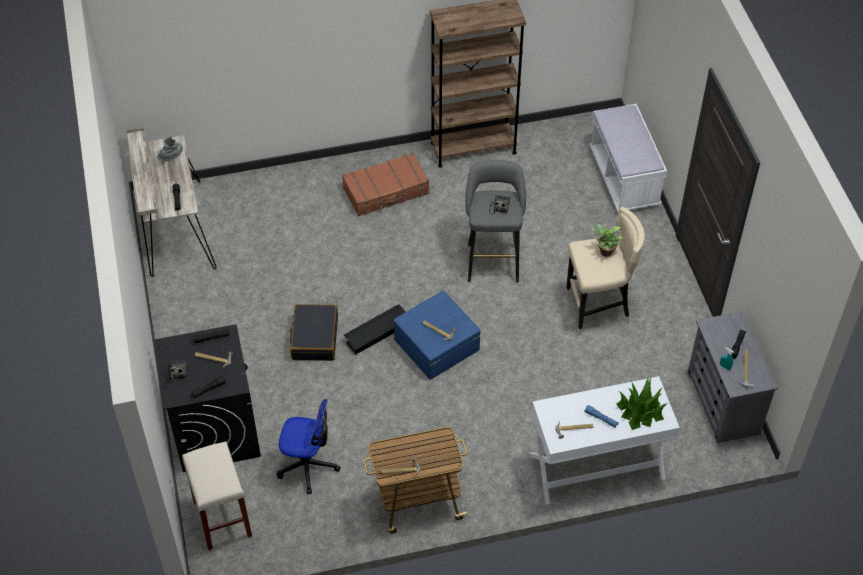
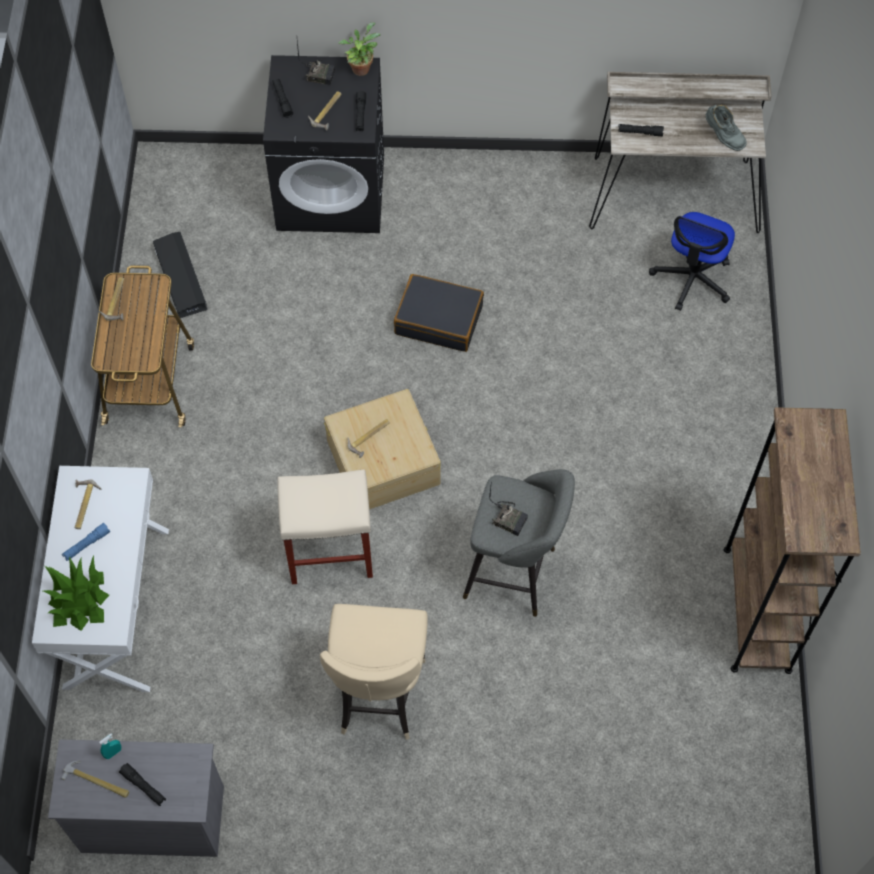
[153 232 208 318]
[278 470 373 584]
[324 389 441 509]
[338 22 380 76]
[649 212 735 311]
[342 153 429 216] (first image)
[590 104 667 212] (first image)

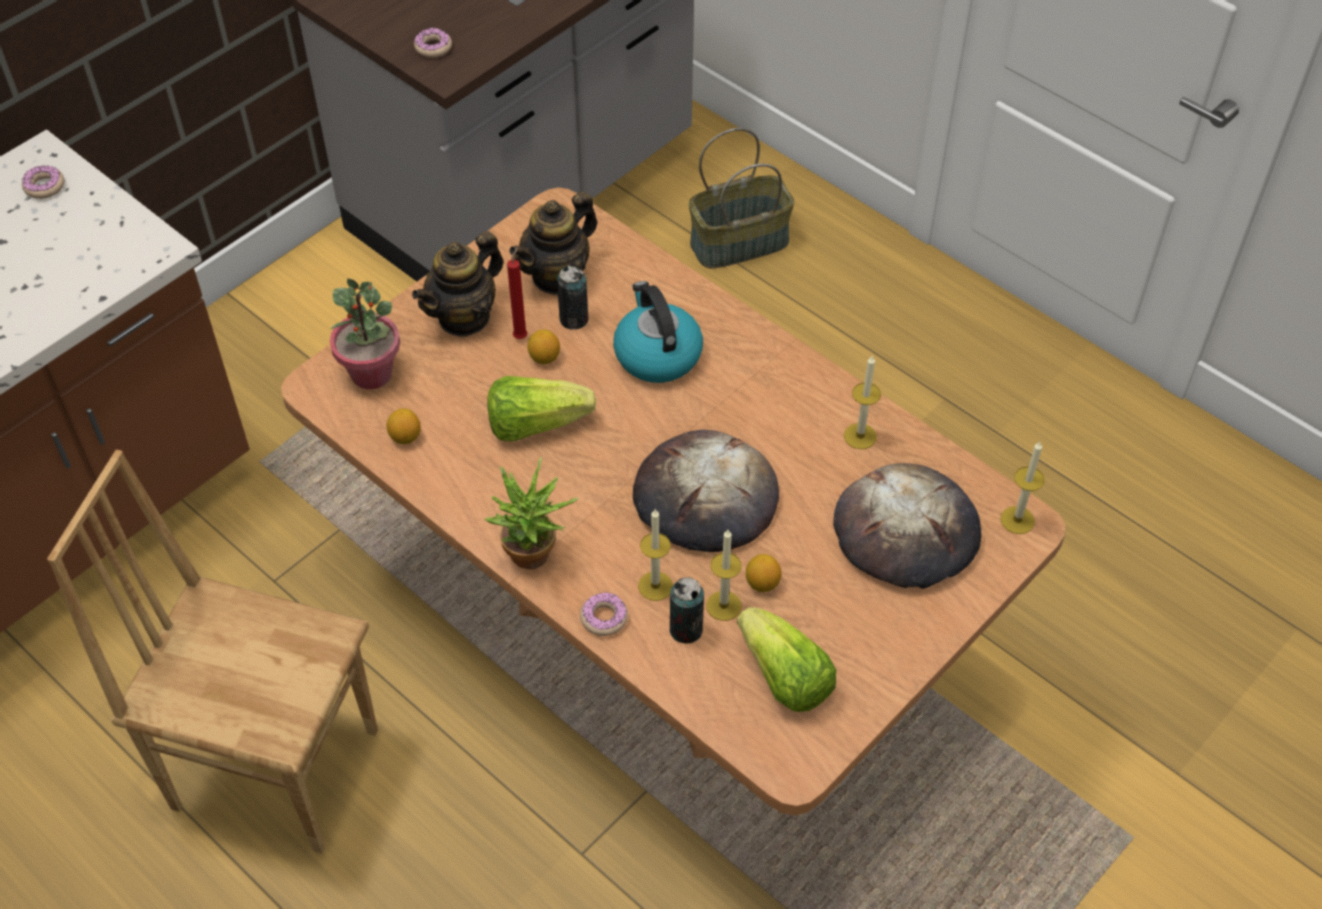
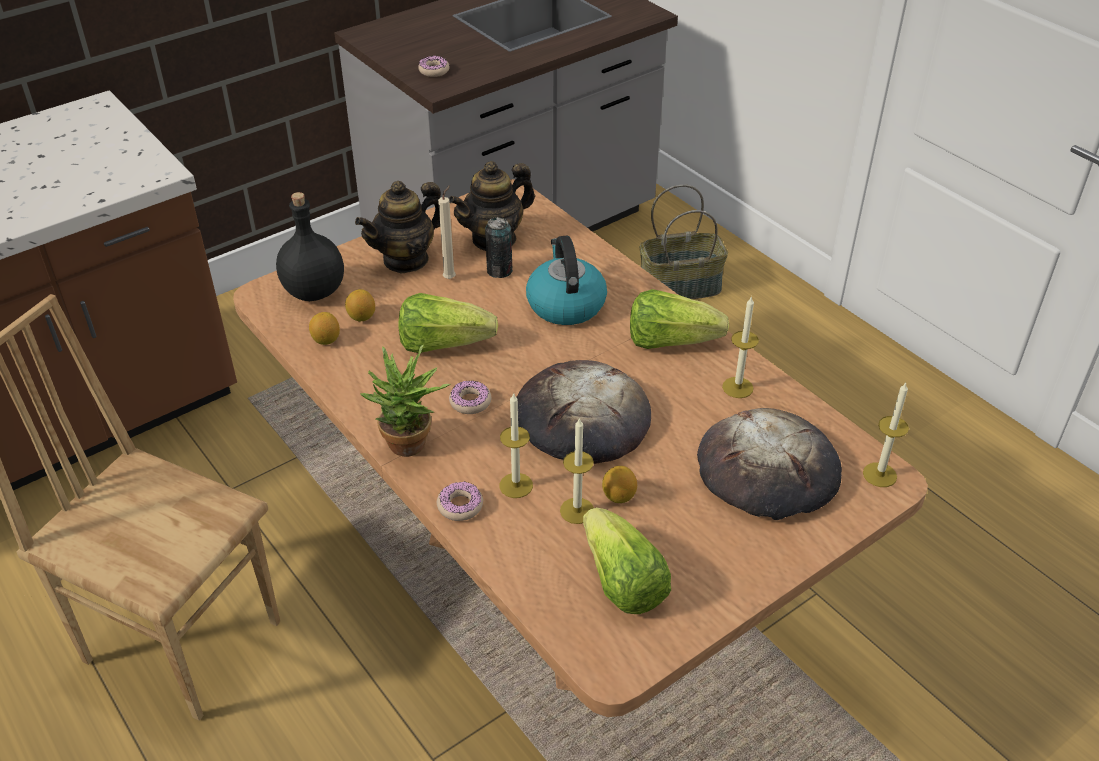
[276 192 344 301]
[345 289 375 322]
[438 185 456 279]
[449 381 491 414]
[630 289 729 349]
[669 577 704 643] (first image)

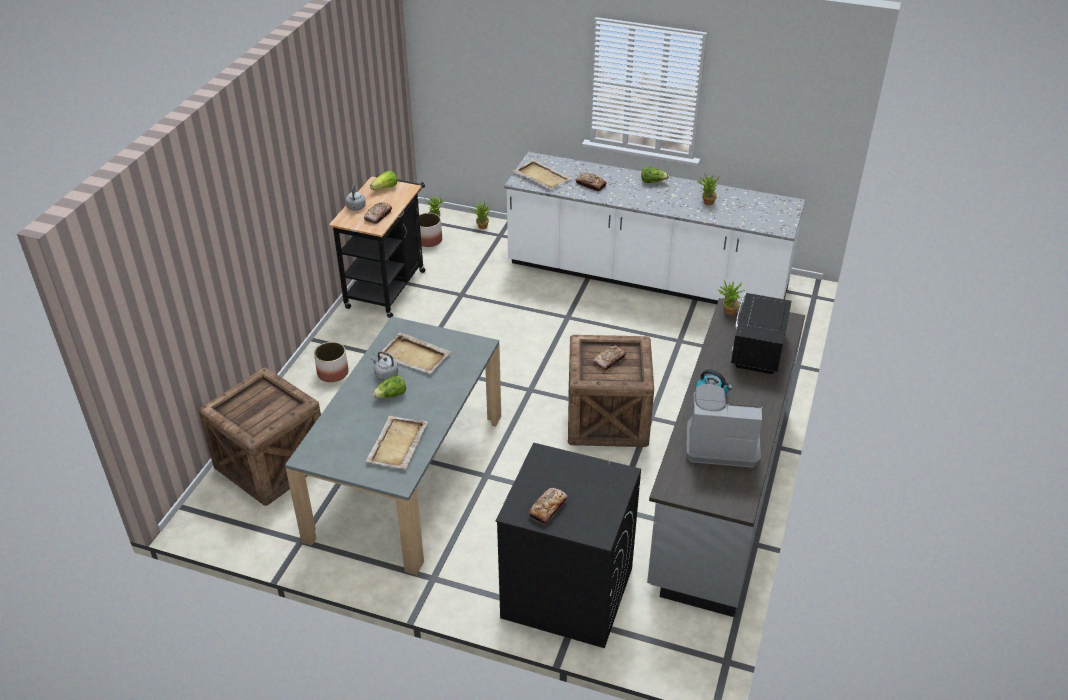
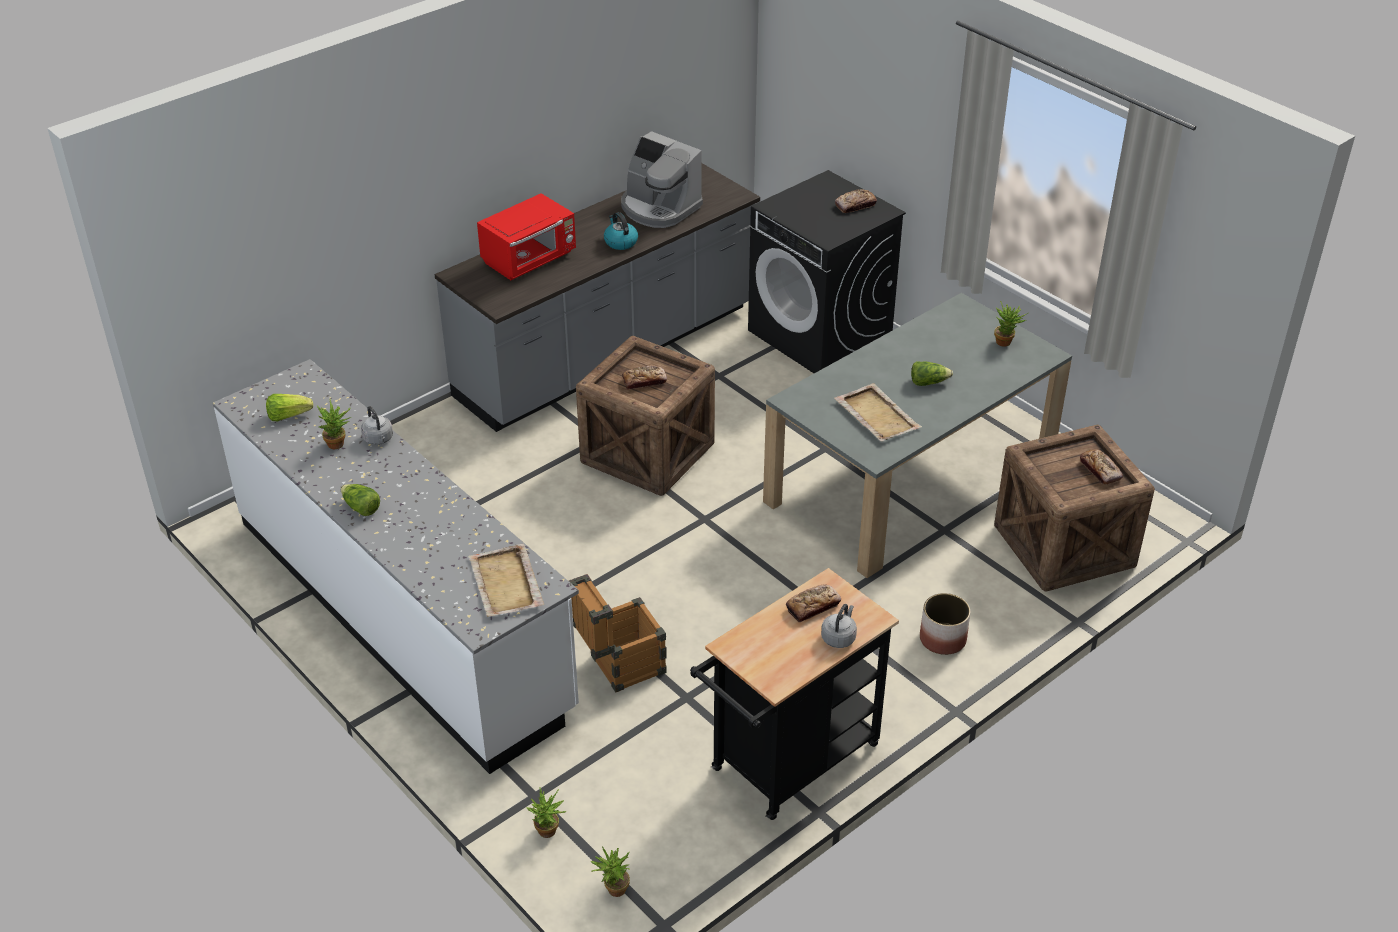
[266 394 313 421]
[361 406 393 445]
[477 193 576 280]
[569 574 667 693]
[994 301 1028 347]
[1080 449 1123 485]
[365 416 428 469] (first image)
[419 213 442 247] (first image)

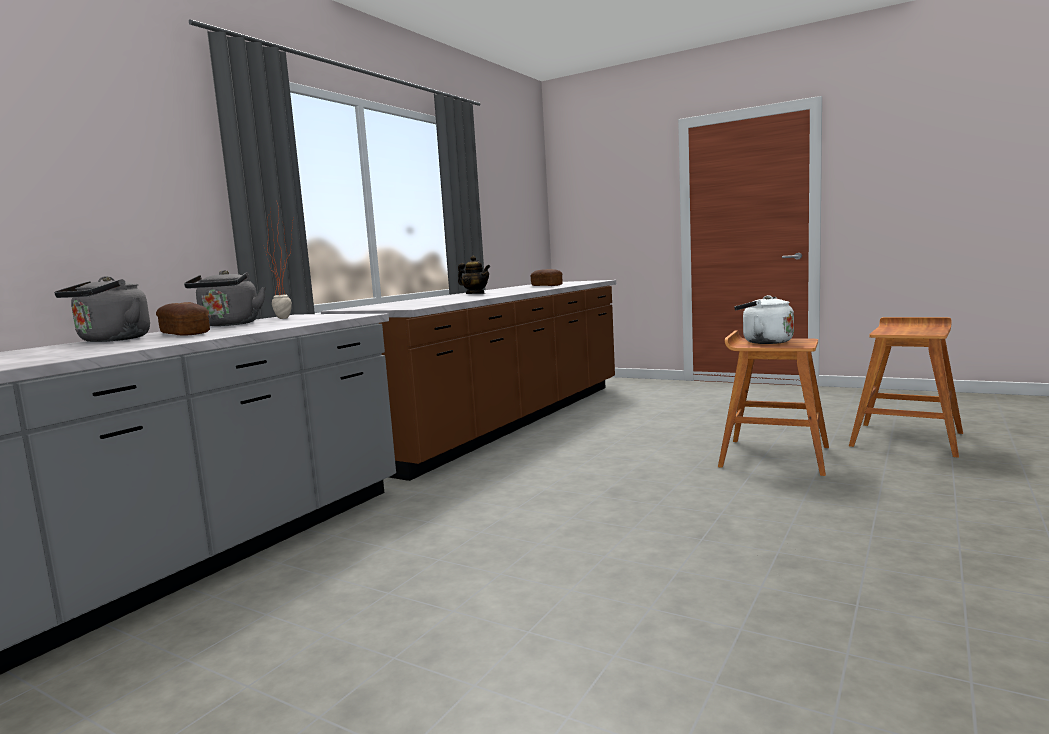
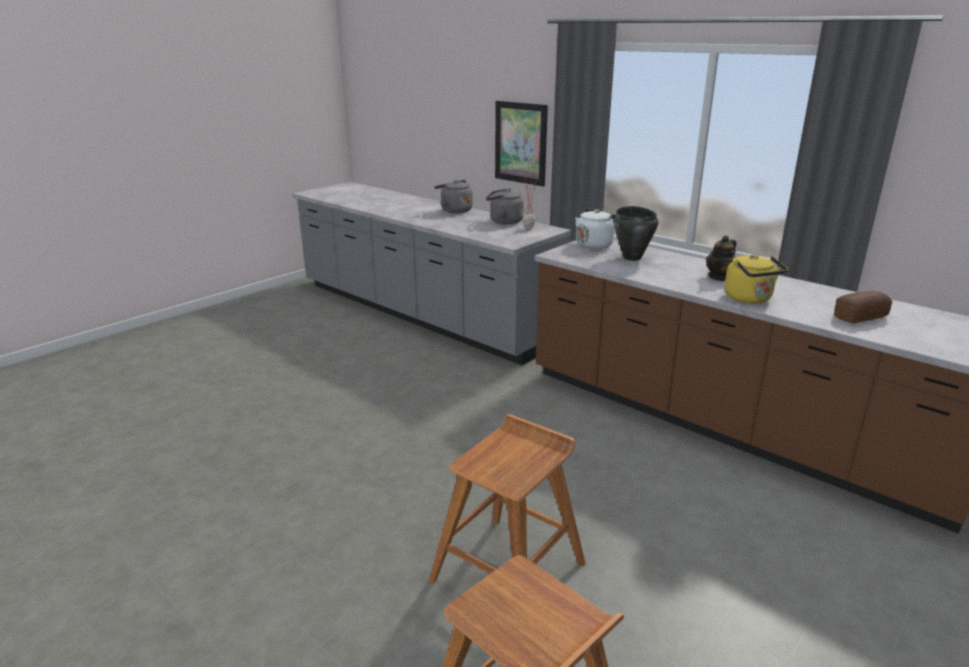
[495 101 548 187]
[575 209 615 249]
[613 206 659 261]
[724 254 788 304]
[156 302 210 336] (first image)

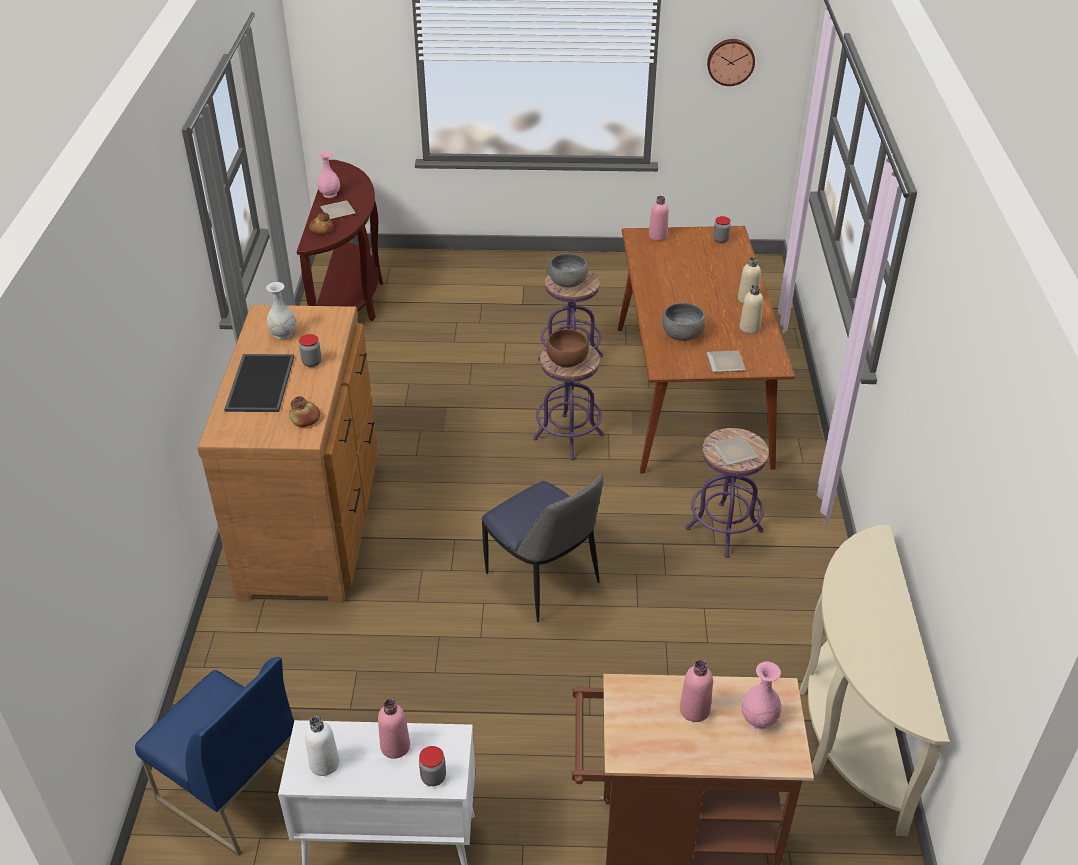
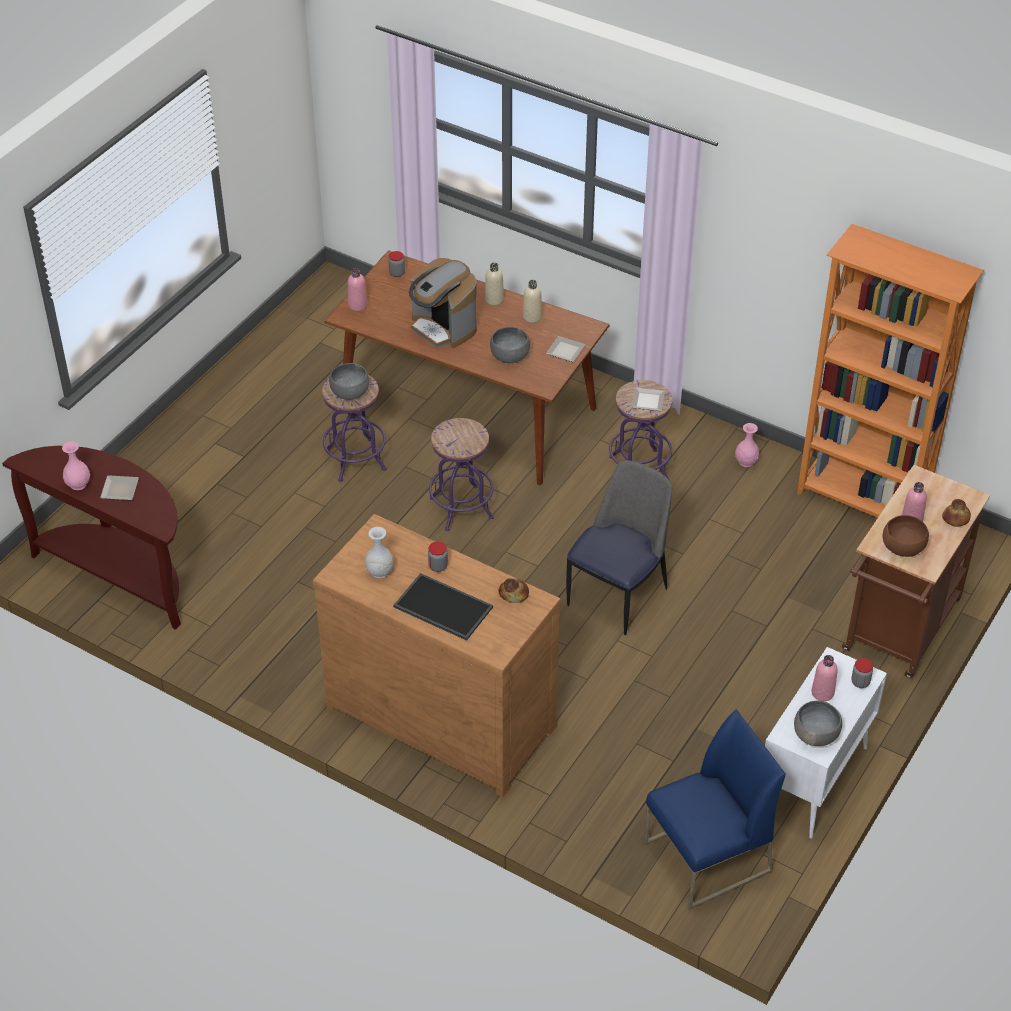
[409 258 477 349]
[566 461 672 635]
[735 423 759 467]
[794 701 842 746]
[797 224 984 518]
[883 515 929 557]
[942 499 971 527]
[707 39 755 86] (first image)

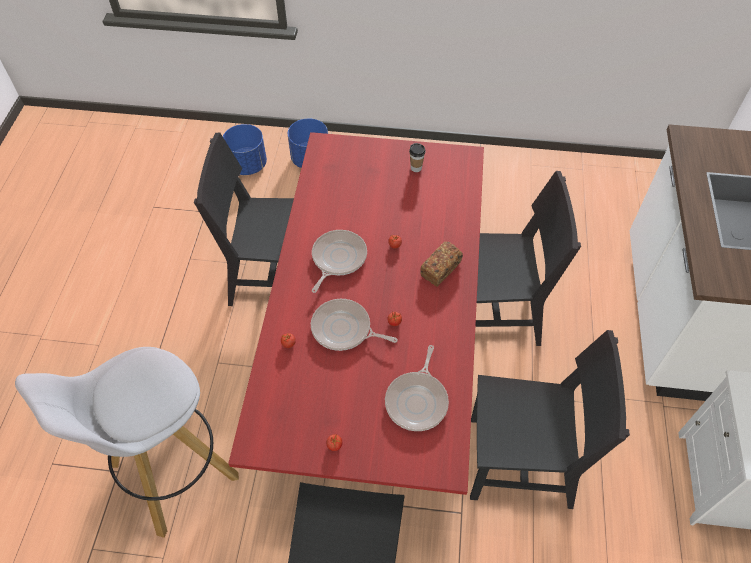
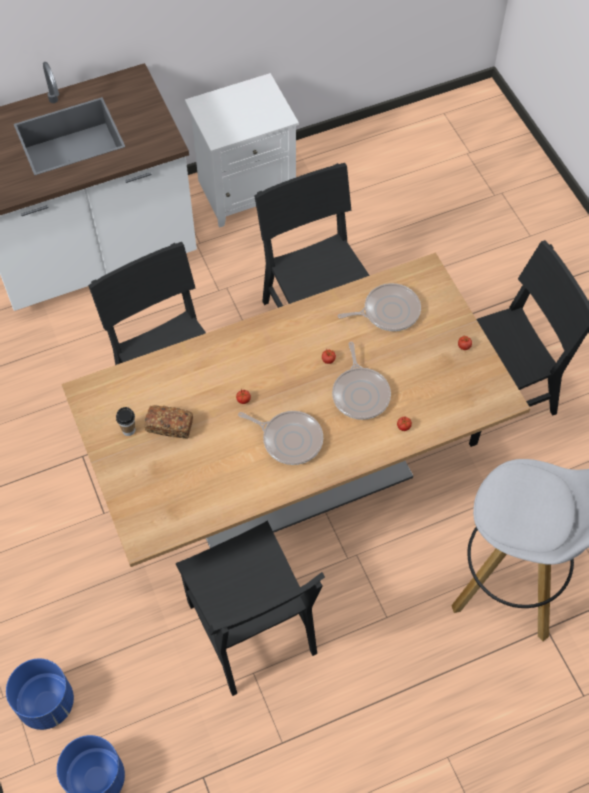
[61 252 530 567]
[145 405 193 439]
[238 411 323 465]

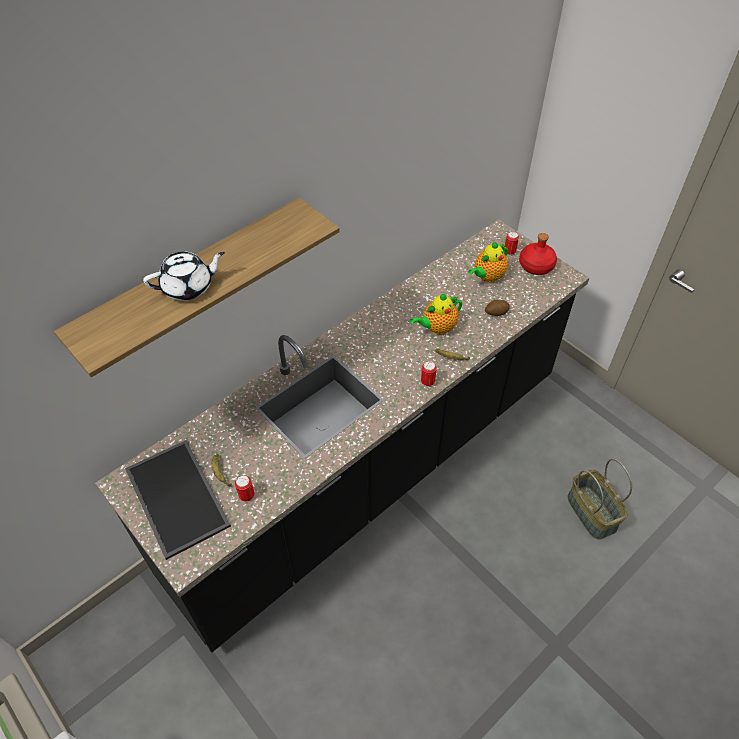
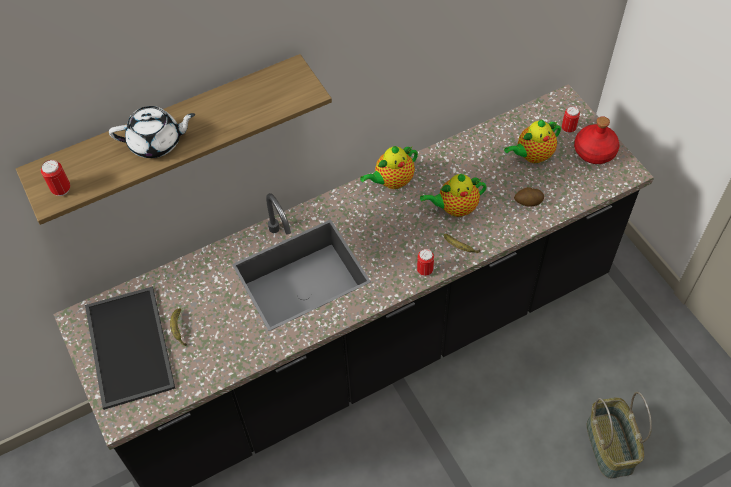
[41 160 70 196]
[360 146 418 189]

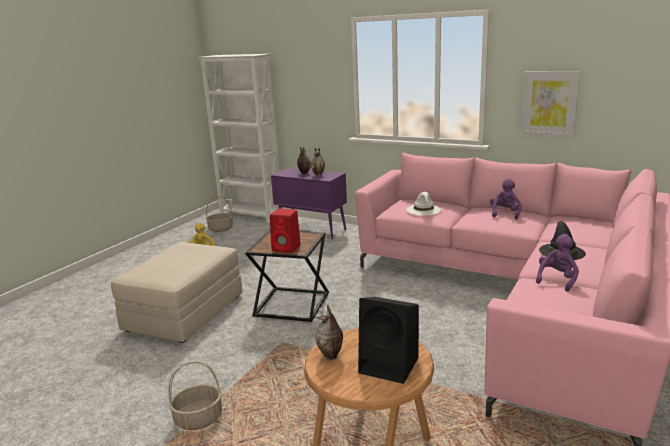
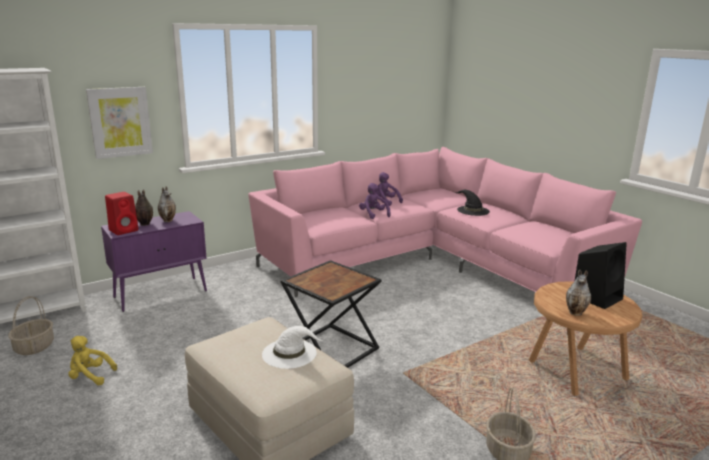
[86 87 153 159]
[105 192 138 235]
[262 326 324 369]
[359 183 391 219]

